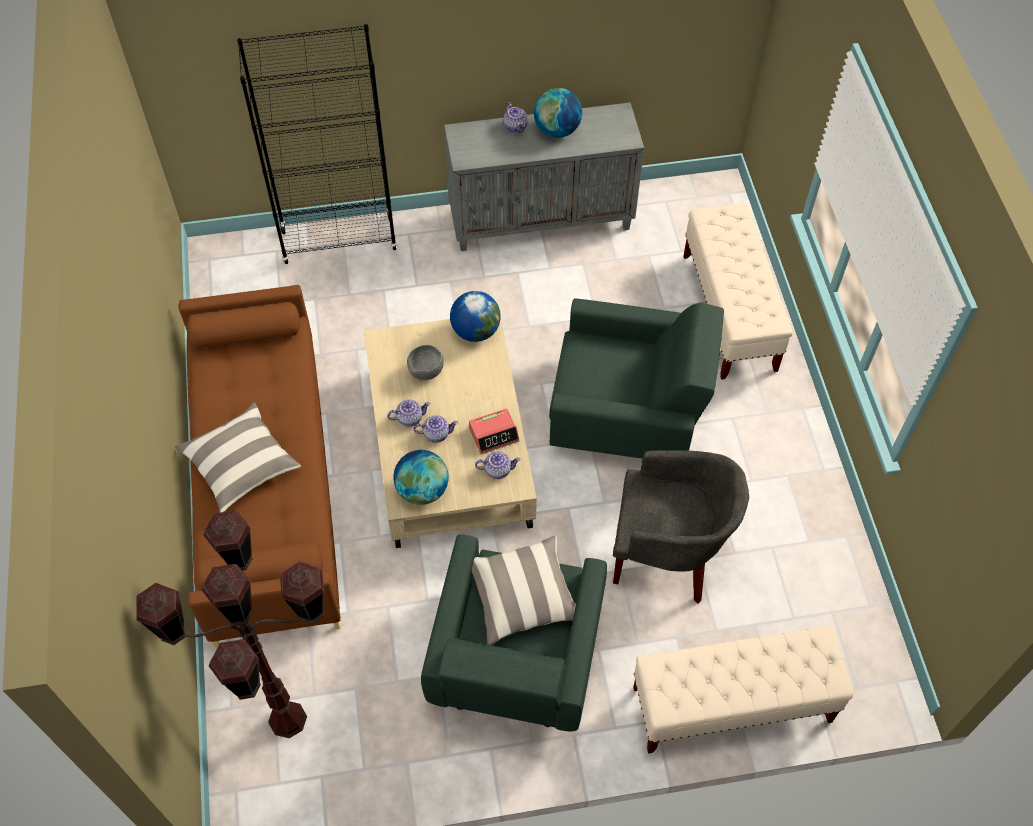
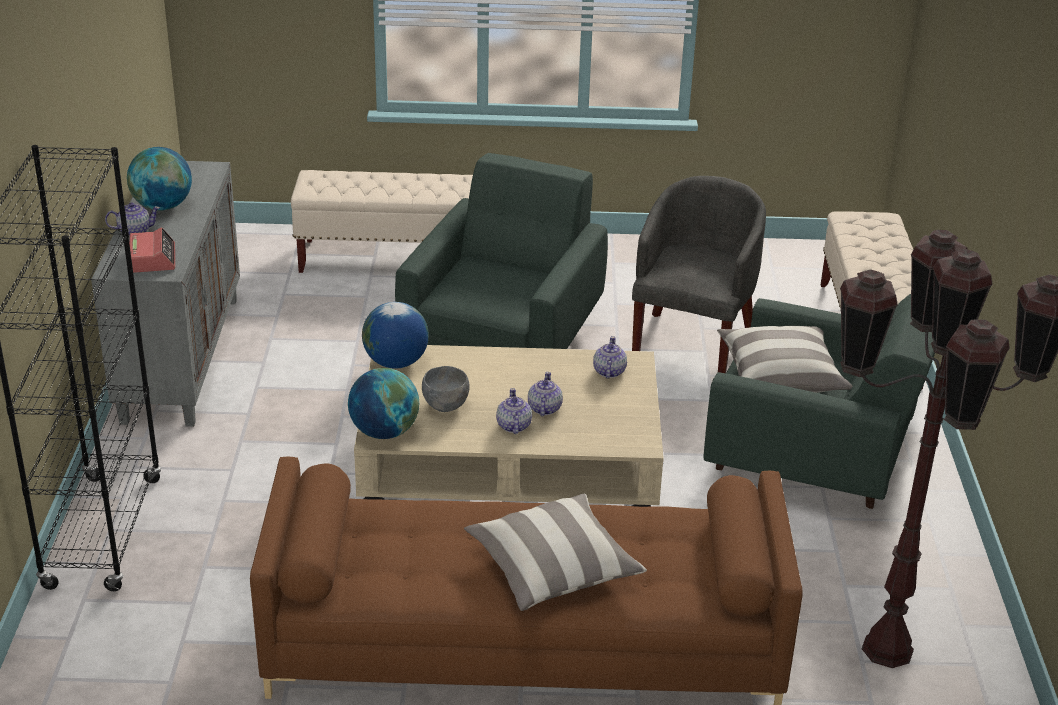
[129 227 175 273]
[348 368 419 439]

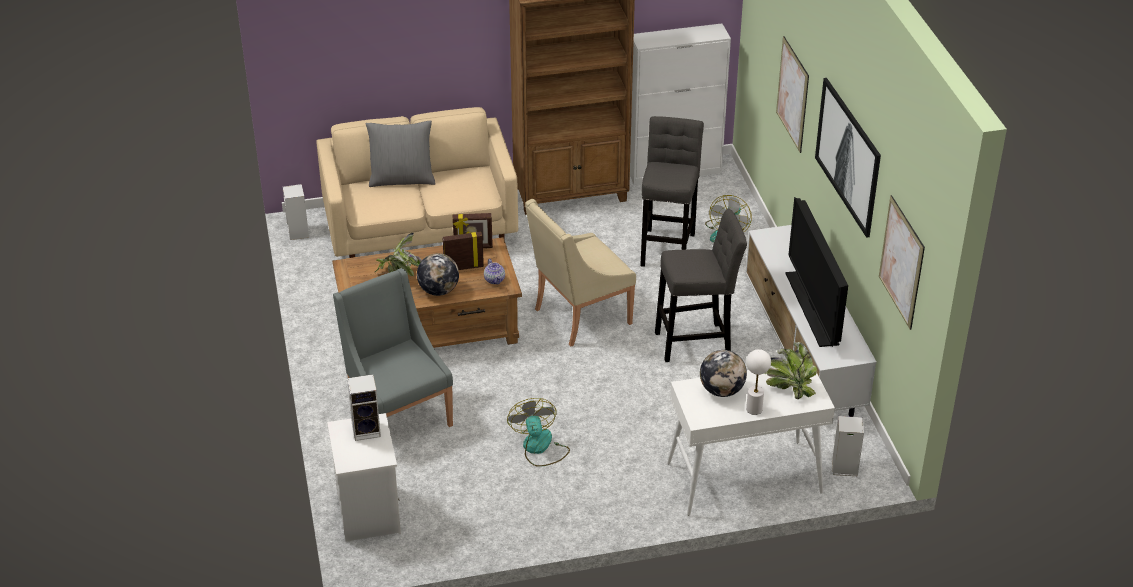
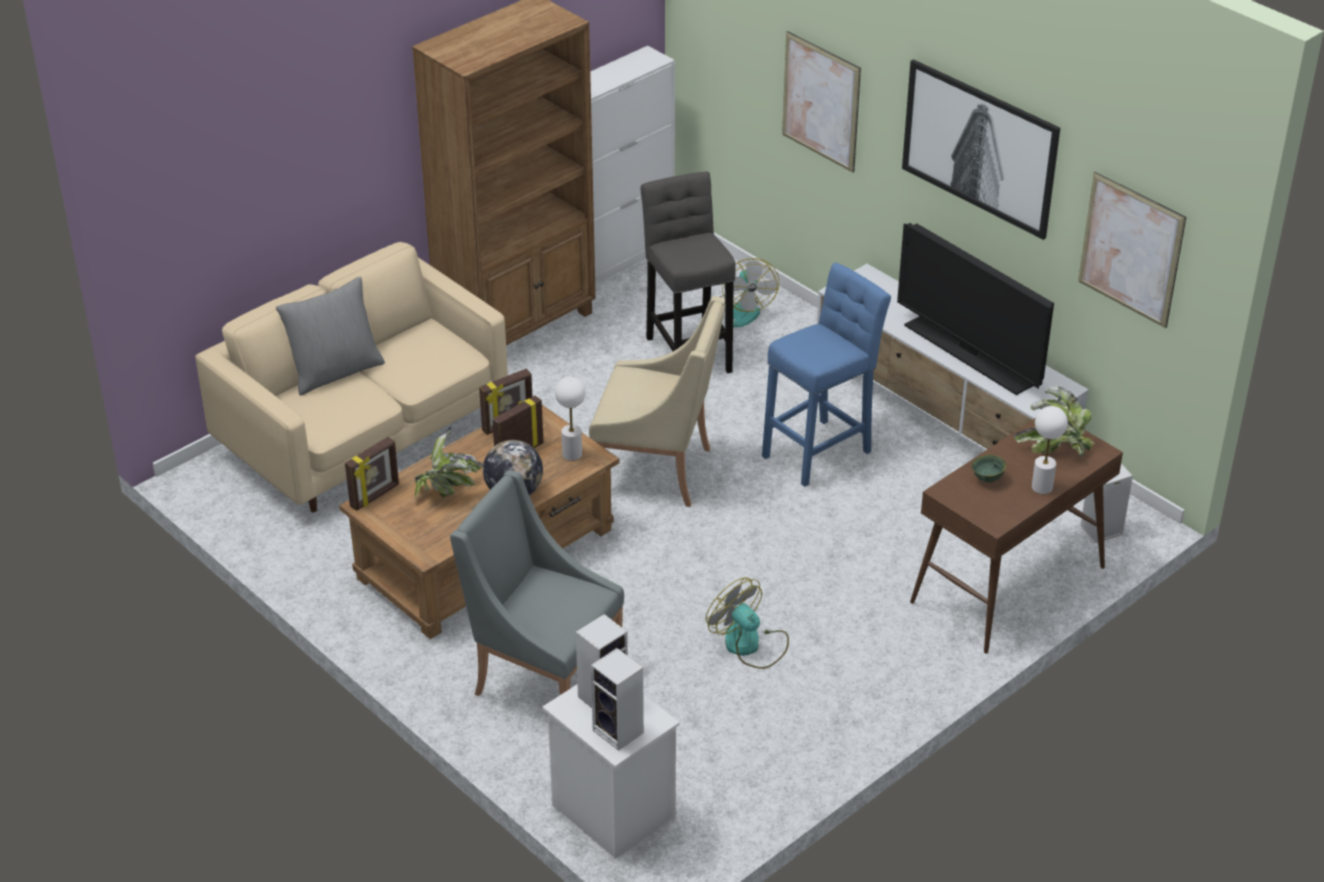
[345 437 399 511]
[555 377 586 461]
[589 296 726 507]
[591 648 644 751]
[762 263 891 487]
[910 419 1123 654]
[972 454 1006 483]

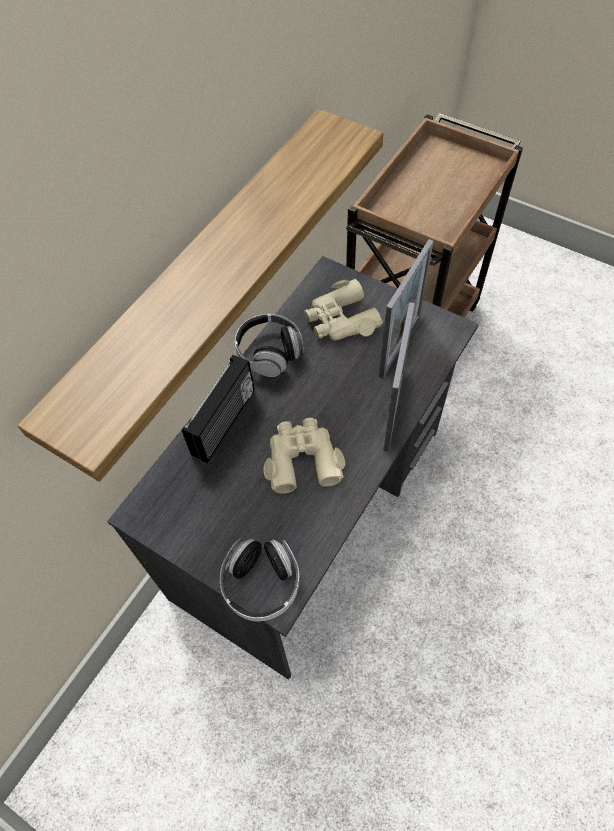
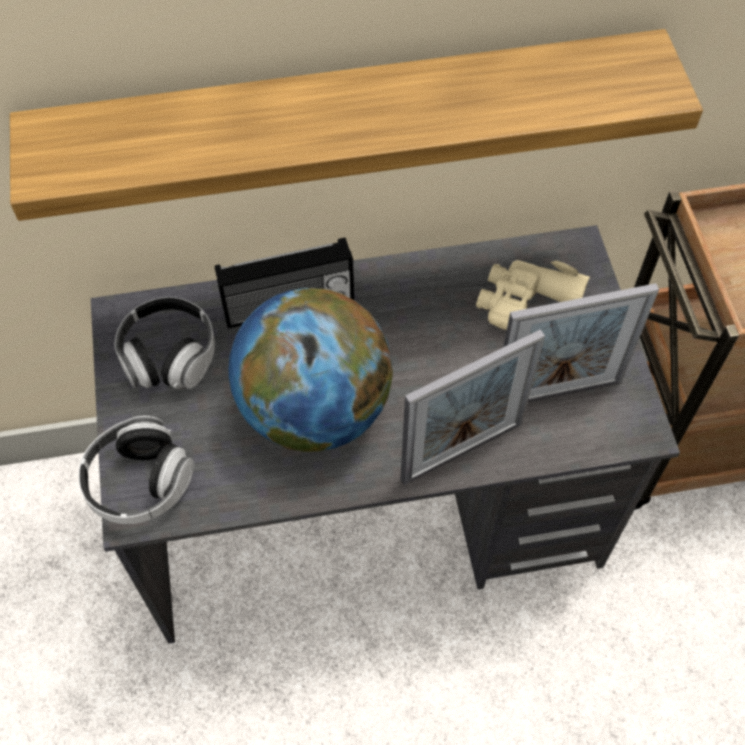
[115 297 215 389]
[229 288 393 452]

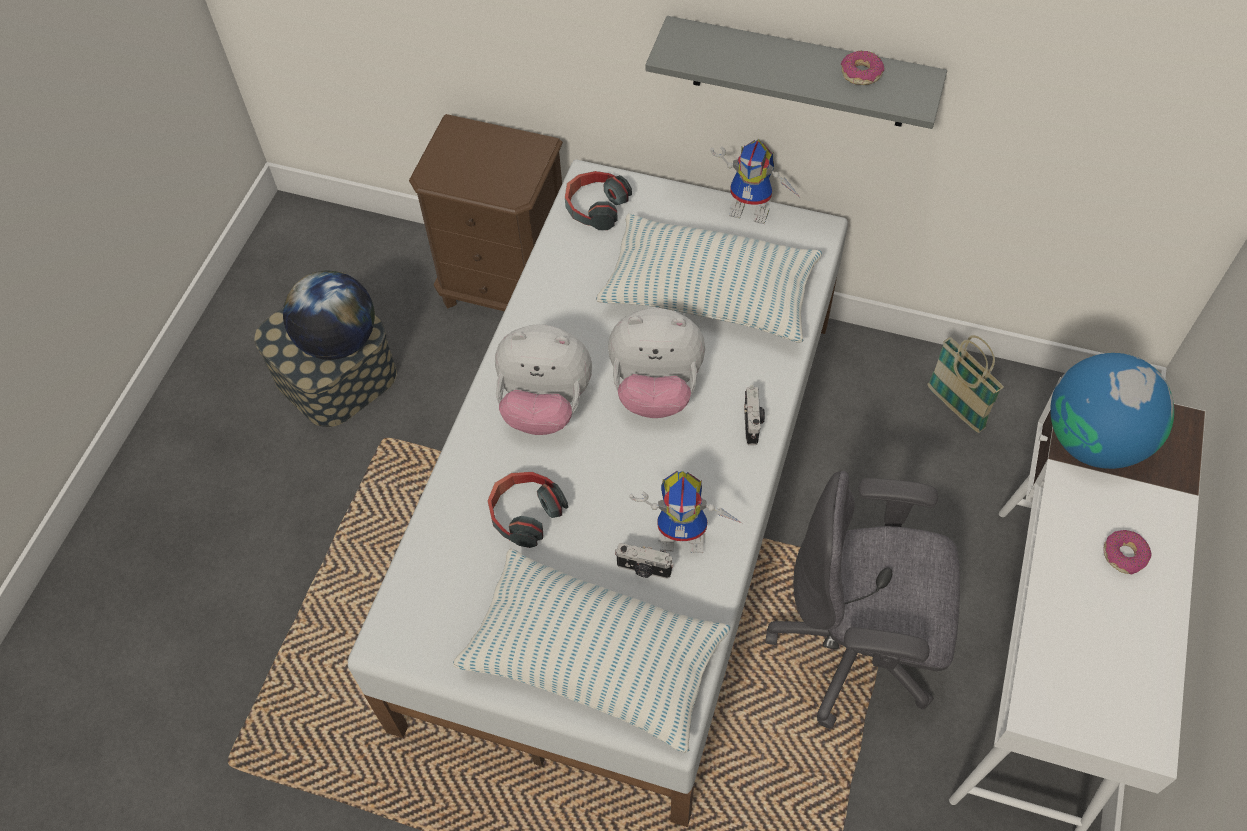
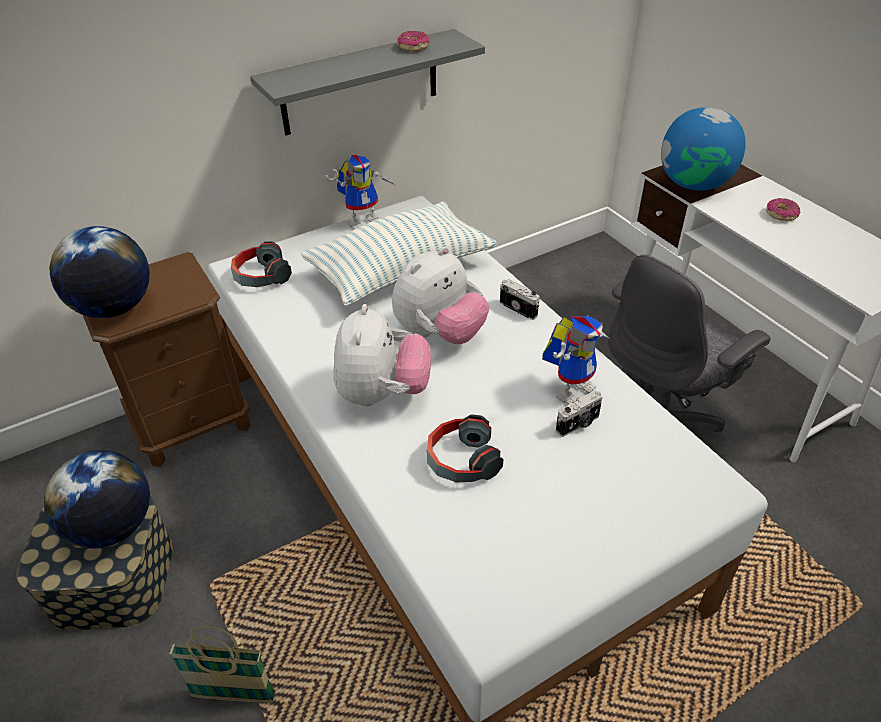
[49 226 150 318]
[169 626 276 703]
[333 304 431 406]
[453 548 731 753] (first image)

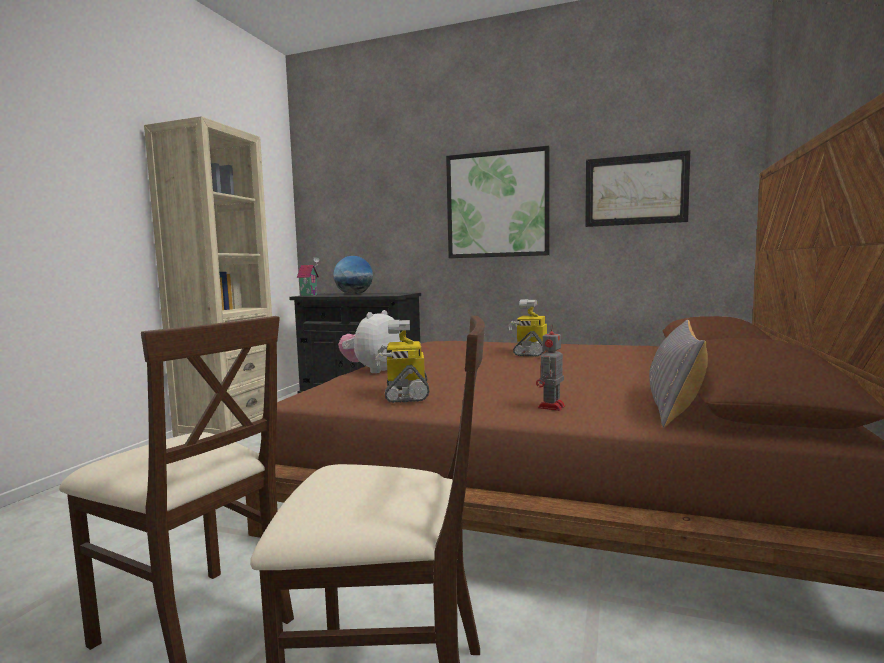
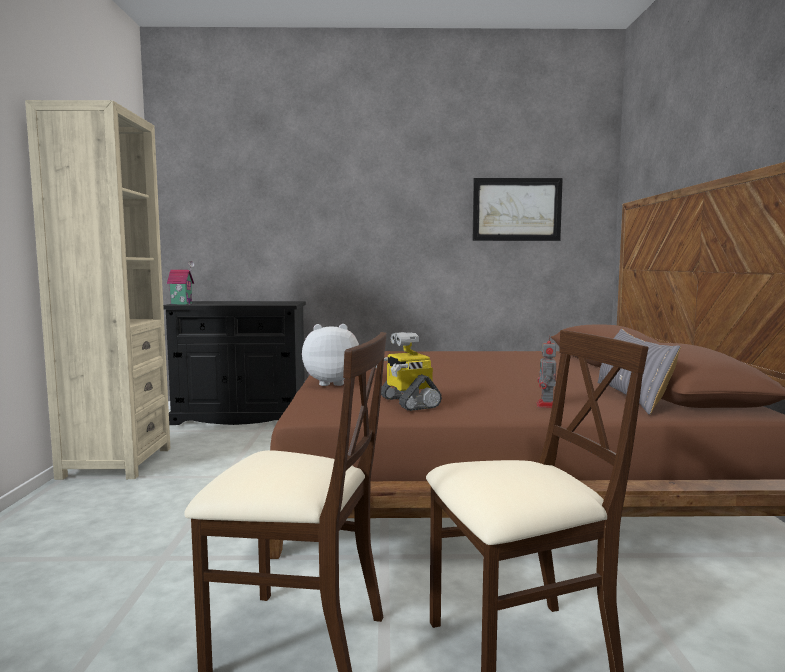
[302 324 359 386]
[333 256 373 295] (first image)
[446 146 550 258] (first image)
[508 299 547 357] (first image)

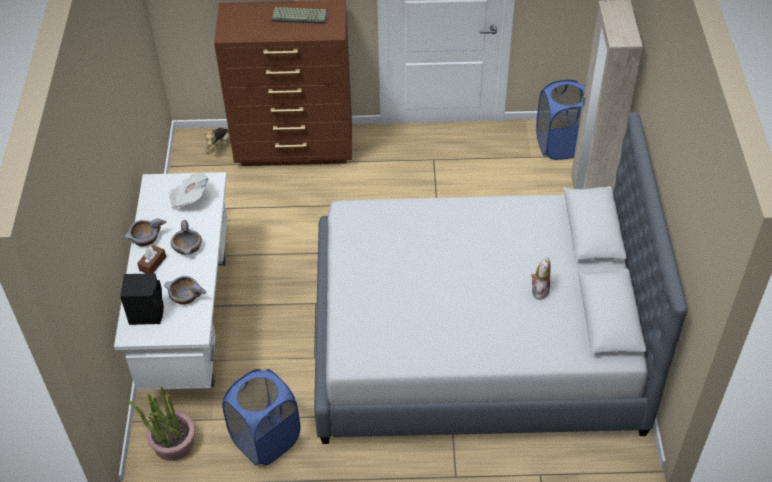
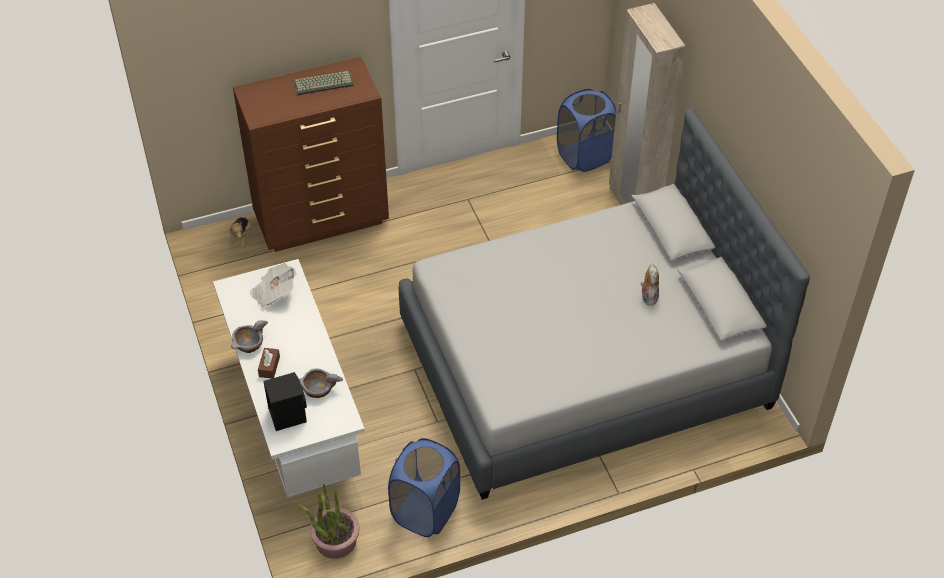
[170 220 202 255] (first image)

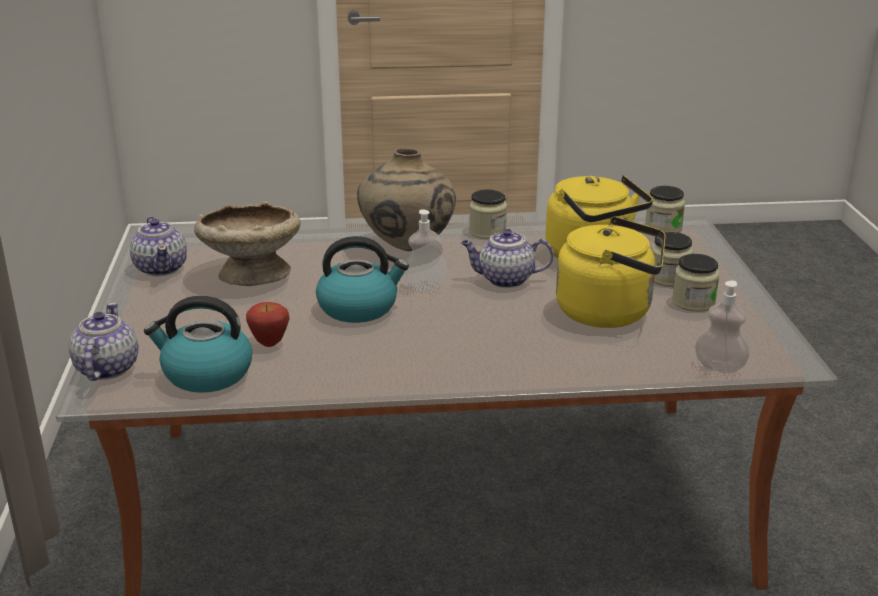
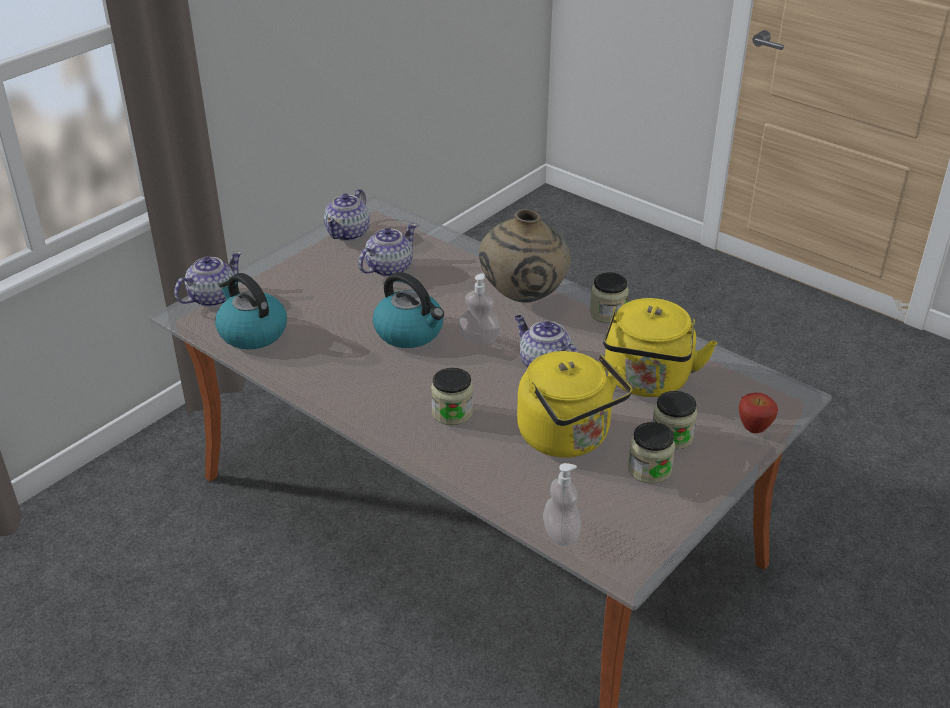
[358 223 417 277]
[431 368 473 425]
[739 393 778 433]

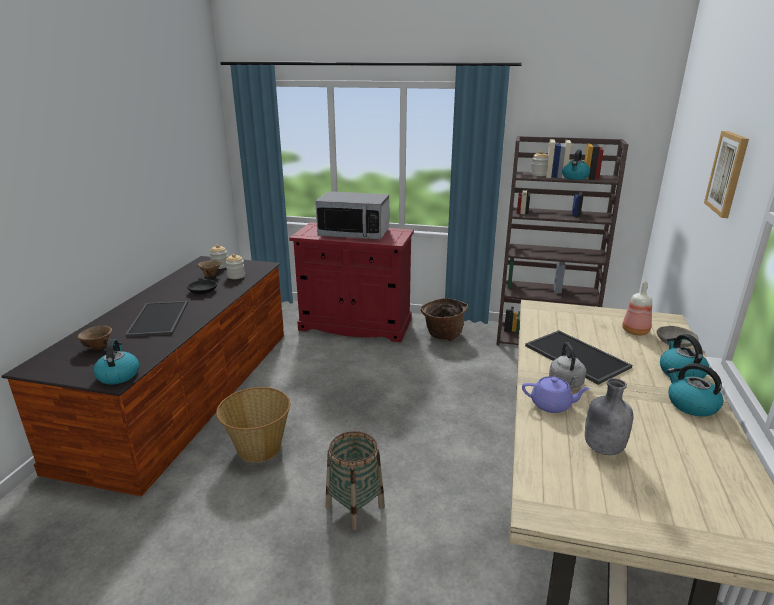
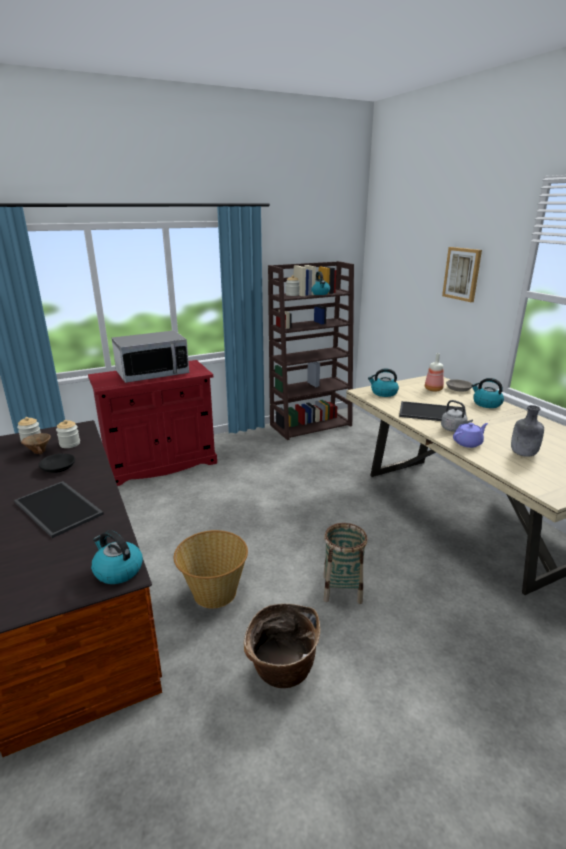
[244 603 320 688]
[368 368 399 397]
[77 325 112 350] (first image)

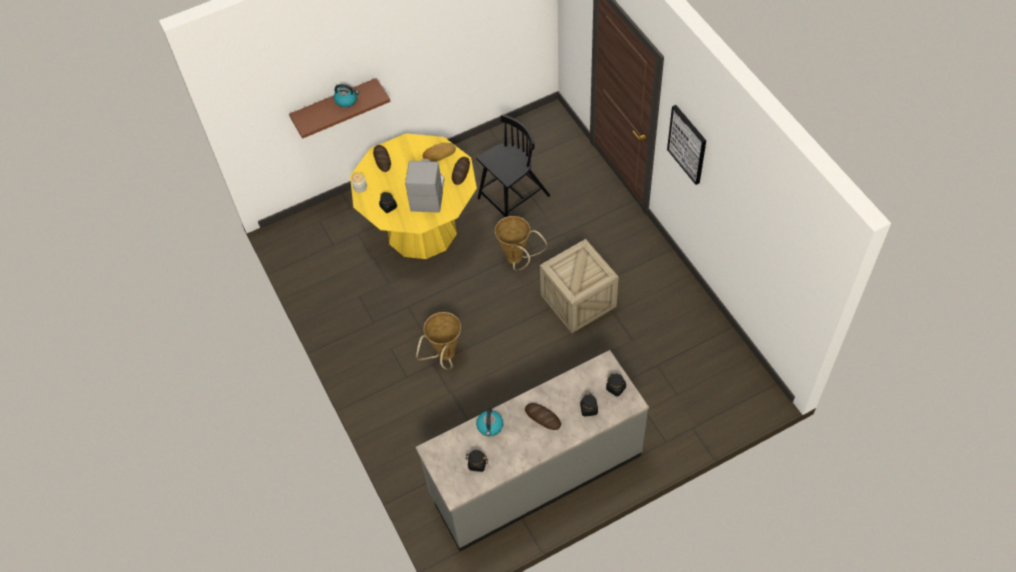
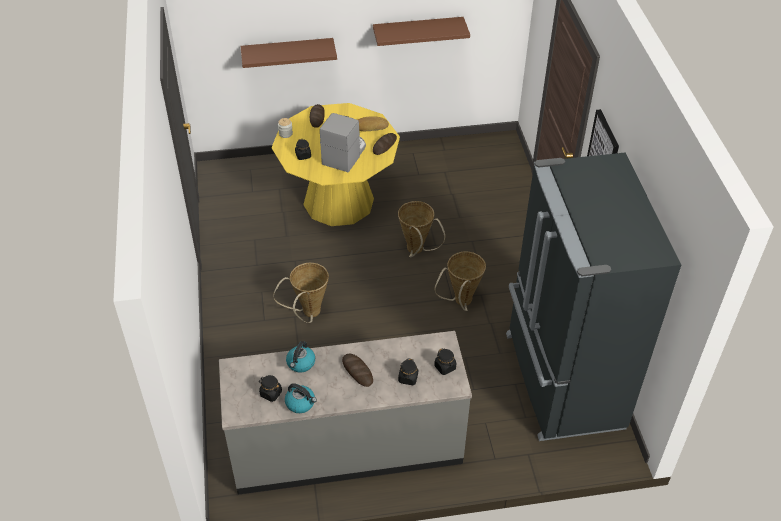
[285 383 317 413]
[373 17 470 46]
[435 251 486 311]
[506 152 681 441]
[476 115 550 217] (first image)

